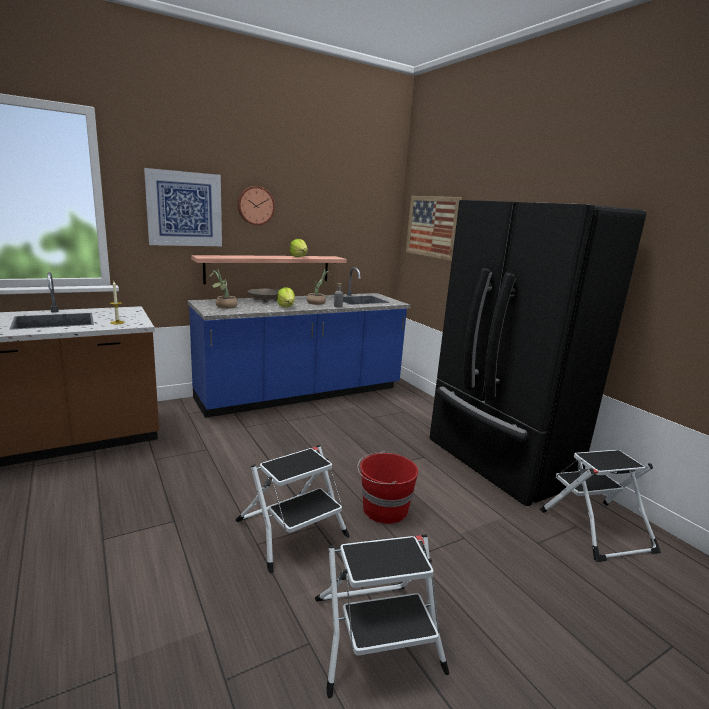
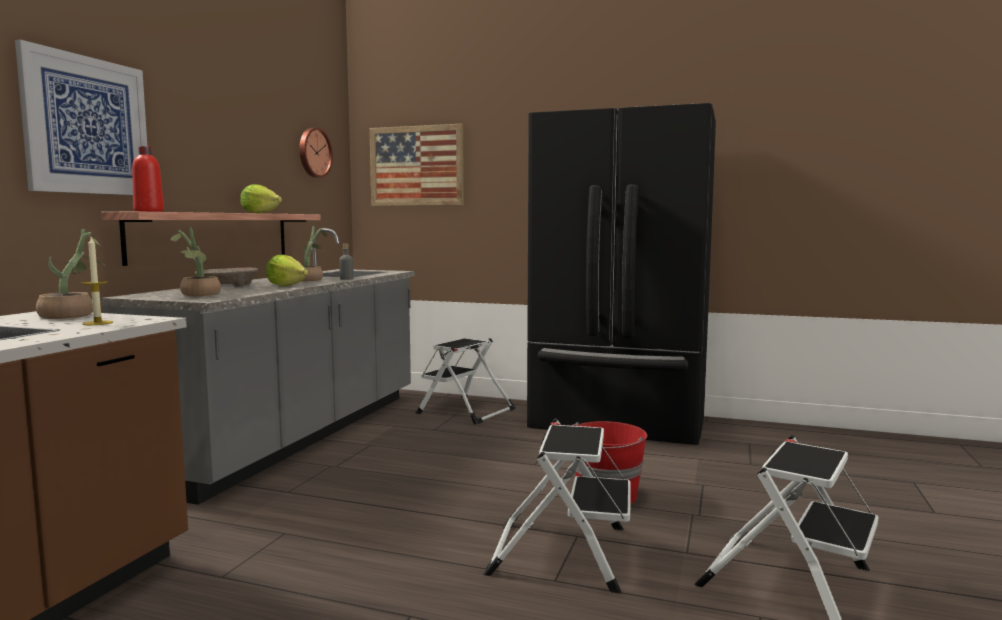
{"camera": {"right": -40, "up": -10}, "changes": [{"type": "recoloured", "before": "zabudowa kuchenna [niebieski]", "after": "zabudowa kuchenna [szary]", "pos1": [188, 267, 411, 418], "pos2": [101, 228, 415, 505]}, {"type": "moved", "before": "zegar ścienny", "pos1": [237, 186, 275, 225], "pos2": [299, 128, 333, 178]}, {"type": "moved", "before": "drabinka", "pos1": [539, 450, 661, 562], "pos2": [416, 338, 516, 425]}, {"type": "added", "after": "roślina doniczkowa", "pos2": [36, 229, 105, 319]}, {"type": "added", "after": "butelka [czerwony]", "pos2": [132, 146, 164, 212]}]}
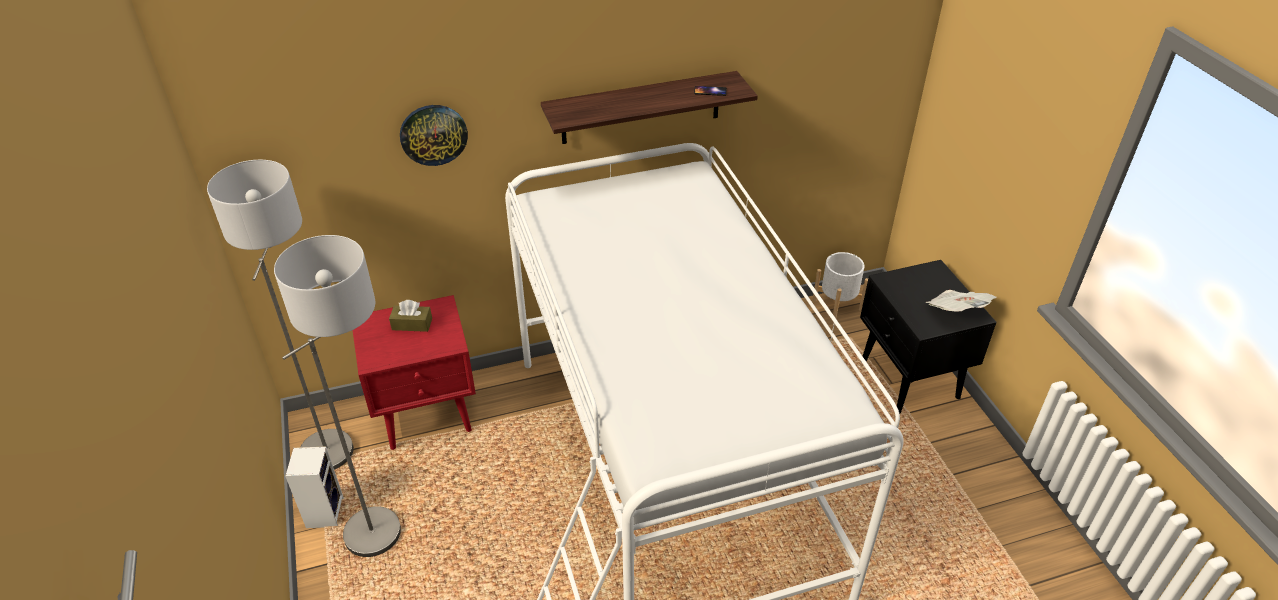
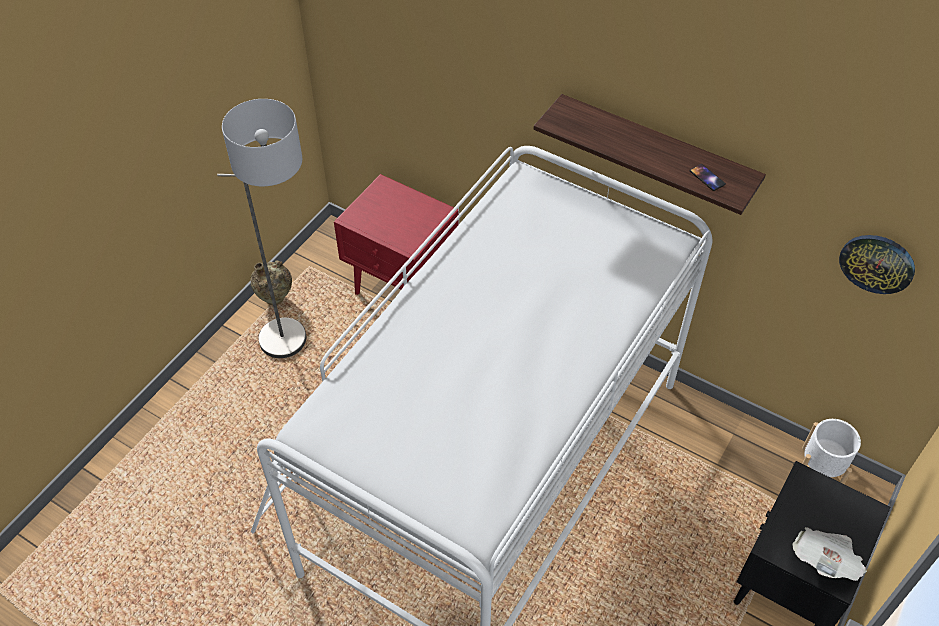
{"camera": {"right": 50, "up": 10}, "changes": [{"type": "removed", "before": "lampa stojąca [szary]", "pos1": [207, 160, 354, 470]}, {"type": "replaced", "before": "głośnik", "after": "wazon [beżowy]", "pos1": [285, 447, 344, 528], "pos2": [250, 260, 292, 305]}, {"type": "removed", "before": "pudełko chusteczek [brązowy]", "pos1": [389, 300, 432, 332]}, {"type": "moved", "before": "zegar ścienny", "pos1": [400, 105, 468, 166], "pos2": [839, 235, 915, 294]}]}
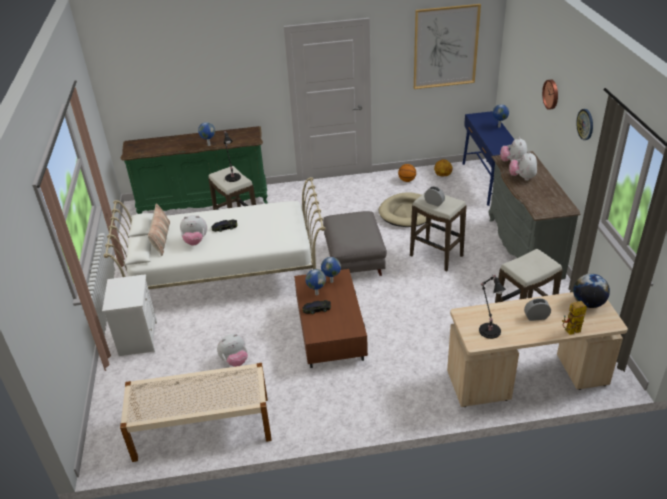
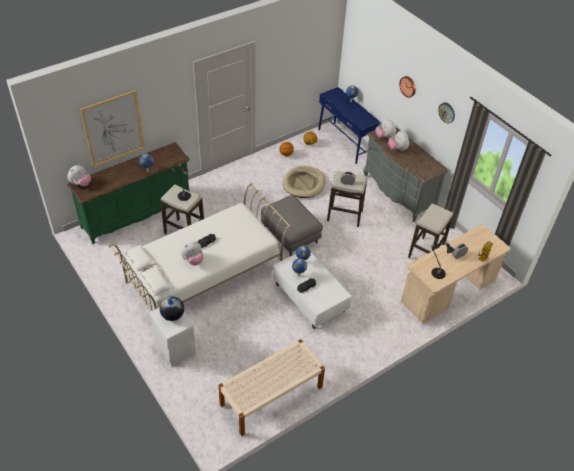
{"camera": {"right": -30, "up": 10}, "changes": [{"type": "removed", "before": "poduszka", "pos1": [148, 203, 170, 256]}, {"type": "moved", "before": "pluszak", "pos1": [217, 334, 248, 367], "pos2": [68, 164, 91, 187]}, {"type": "recoloured", "before": "ława [brązowy]", "after": "ława [biały]", "pos1": [294, 269, 368, 368], "pos2": [273, 253, 352, 329]}, {"type": "moved", "before": "obraz", "pos1": [414, 4, 481, 89], "pos2": [80, 90, 145, 167]}, {"type": "moved", "before": "globus", "pos1": [573, 274, 610, 308], "pos2": [160, 296, 184, 321]}]}
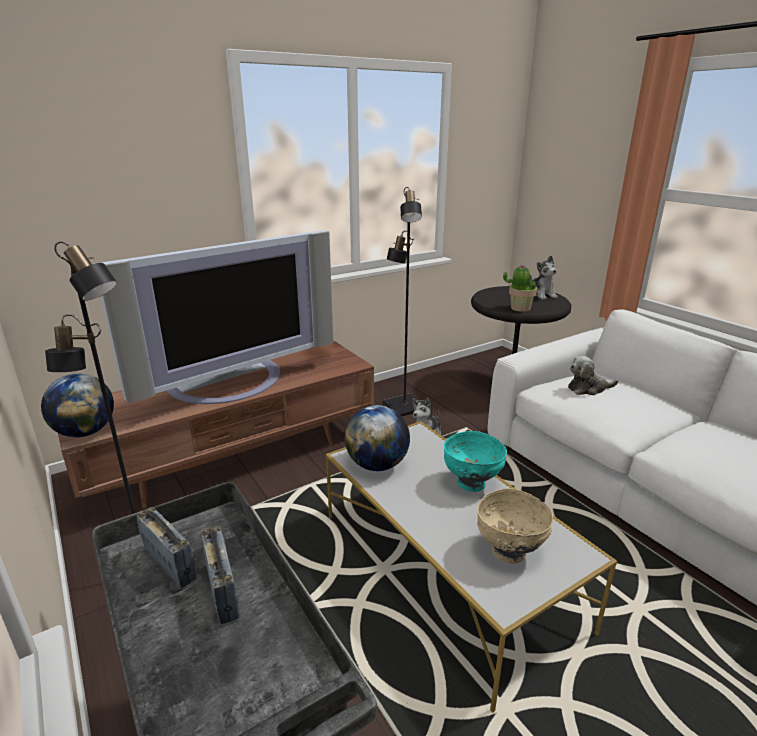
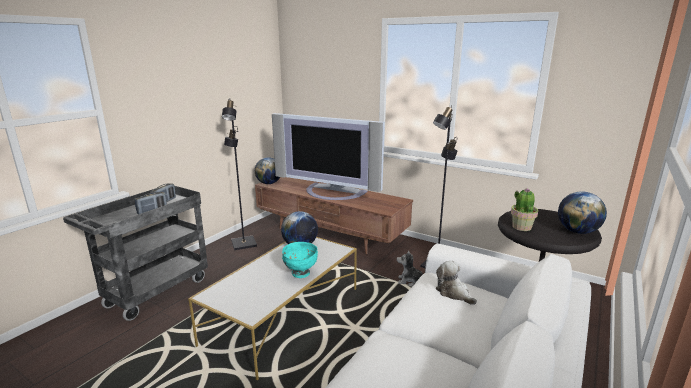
{"camera": {"right": 65, "up": -5}, "changes": [{"type": "removed", "before": "miska [beżowy]", "pos1": [477, 488, 553, 564]}, {"type": "replaced", "before": "pluszak", "after": "globus", "pos1": [530, 255, 558, 300], "pos2": [558, 192, 607, 234]}]}
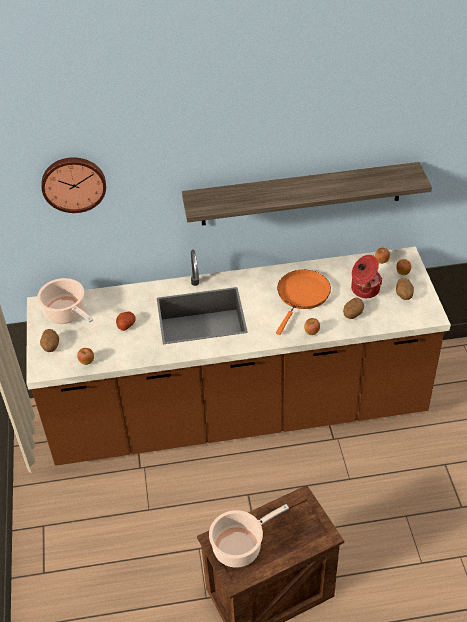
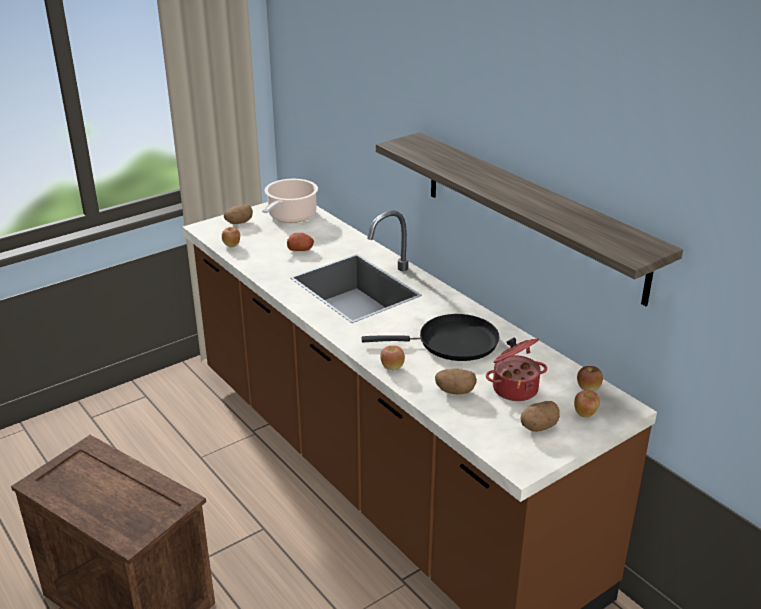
{"camera": {"right": 60, "up": -15}, "changes": [{"type": "removed", "before": "zegar ścienny", "pos1": [42, 157, 106, 213]}, {"type": "removed", "before": "garnek", "pos1": [209, 504, 289, 568]}, {"type": "recoloured", "before": "patelnia [pomarańczowy]", "after": "patelnia [czarny]", "pos1": [276, 270, 331, 335], "pos2": [362, 314, 499, 361]}]}
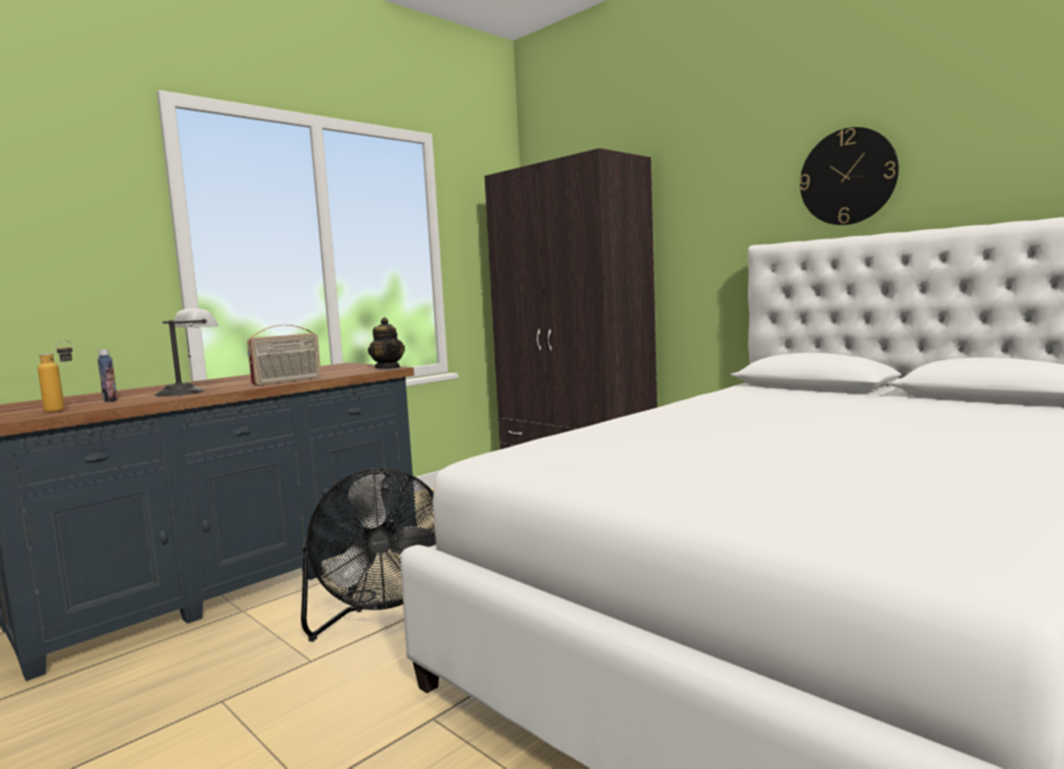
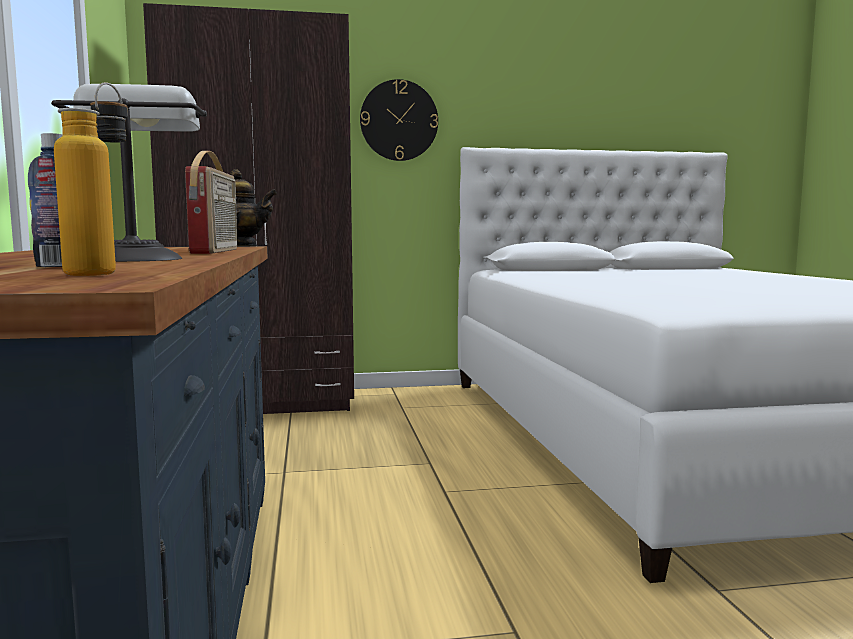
{"camera": {"right": -55, "up": 0}, "changes": [{"type": "removed", "before": "wentylator [czarny]", "pos1": [301, 468, 436, 642]}, {"type": "moved", "before": "zegar ścienny", "pos1": [799, 127, 899, 225], "pos2": [360, 79, 438, 161]}]}
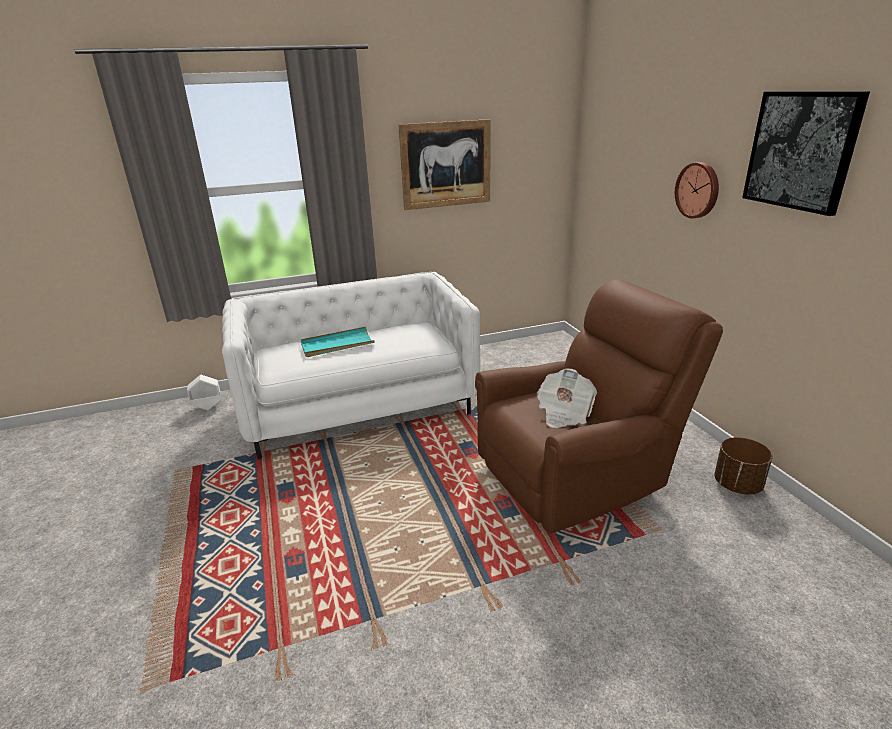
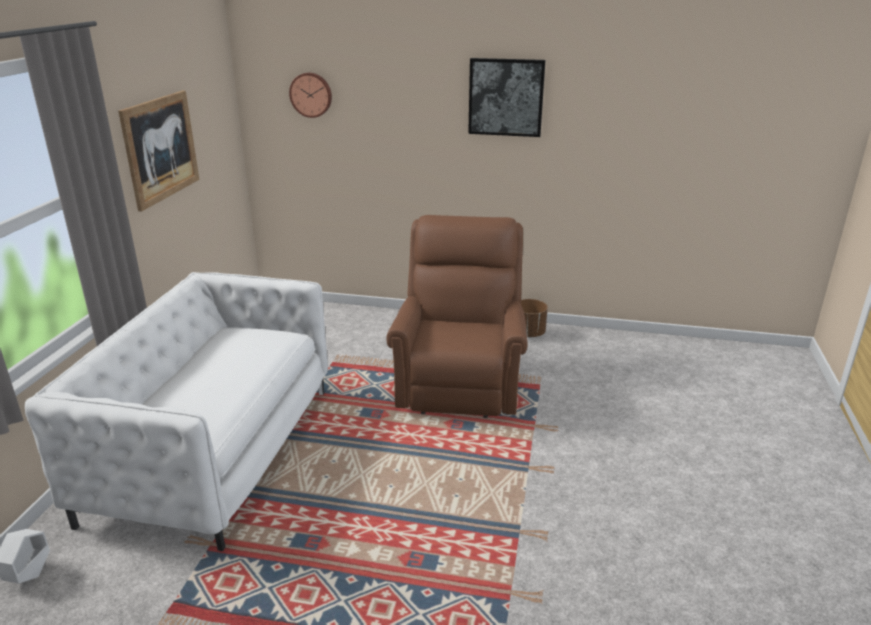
{"camera": {"right": -60, "up": 0}, "changes": [{"type": "removed", "before": "taca [turkusowy]", "pos1": [300, 327, 375, 357]}, {"type": "removed", "before": "gazeta", "pos1": [537, 368, 597, 428]}, {"type": "moved", "before": "zegar ścienny", "pos1": [675, 162, 719, 218], "pos2": [289, 73, 332, 118]}]}
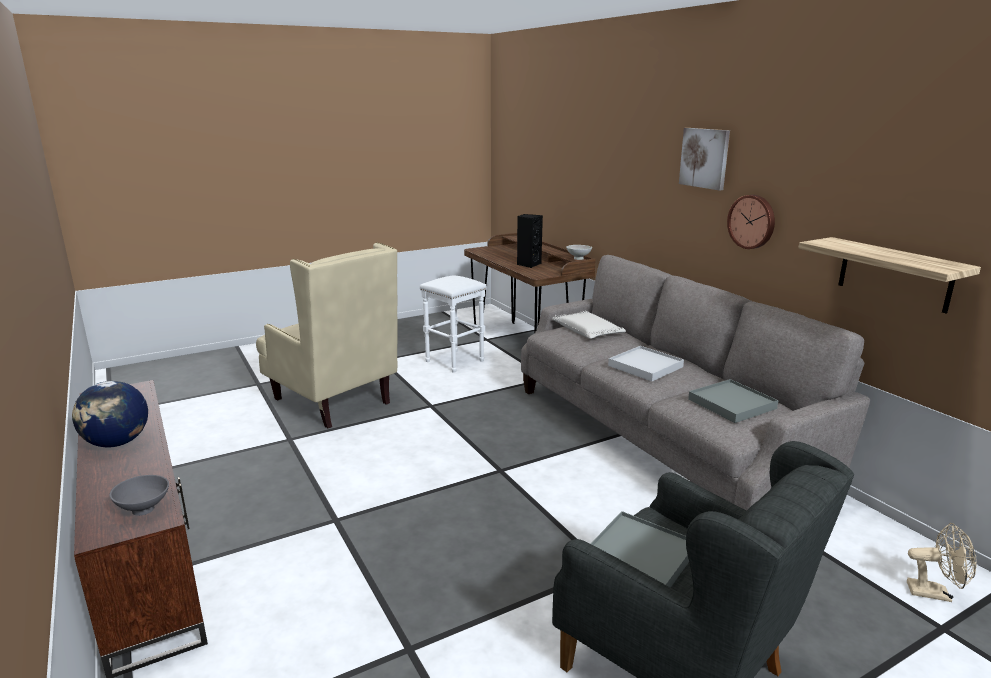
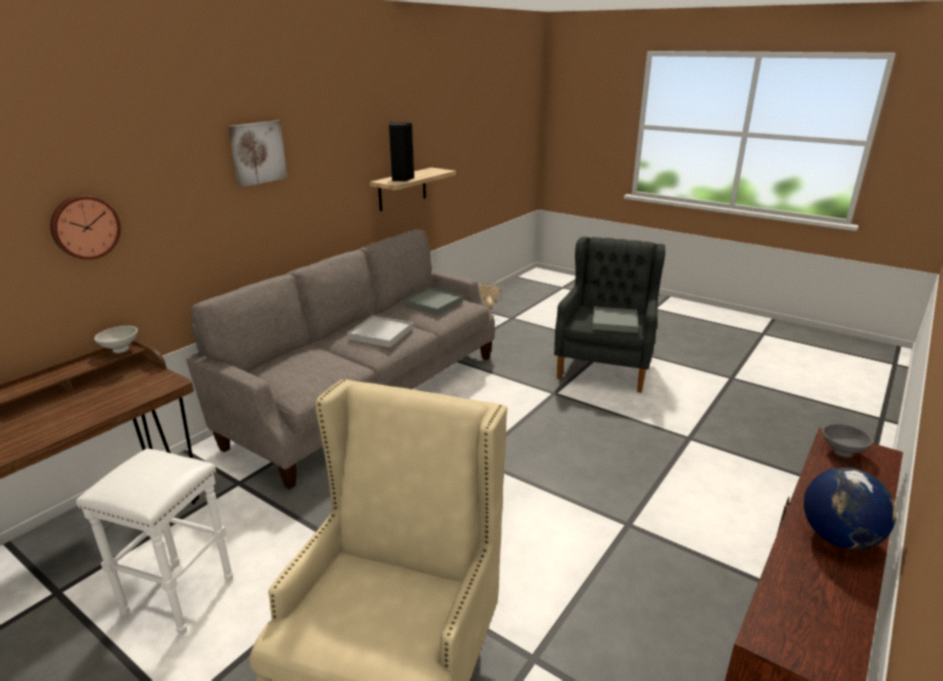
{"camera": {"right": -115, "up": 5}, "changes": [{"type": "moved", "before": "głośnik [czarny]", "pos1": [517, 214, 543, 268], "pos2": [389, 122, 414, 182]}, {"type": "removed", "before": "poduszka [biały]", "pos1": [552, 310, 626, 339]}, {"type": "moved", "before": "zegar ścienny", "pos1": [727, 195, 775, 249], "pos2": [50, 195, 121, 260]}]}
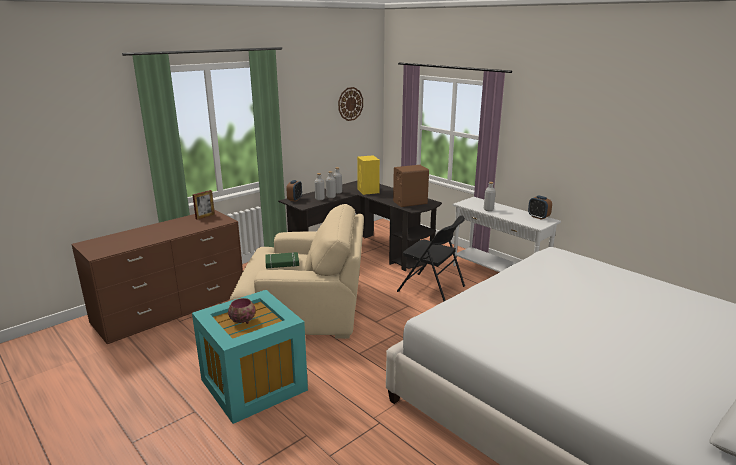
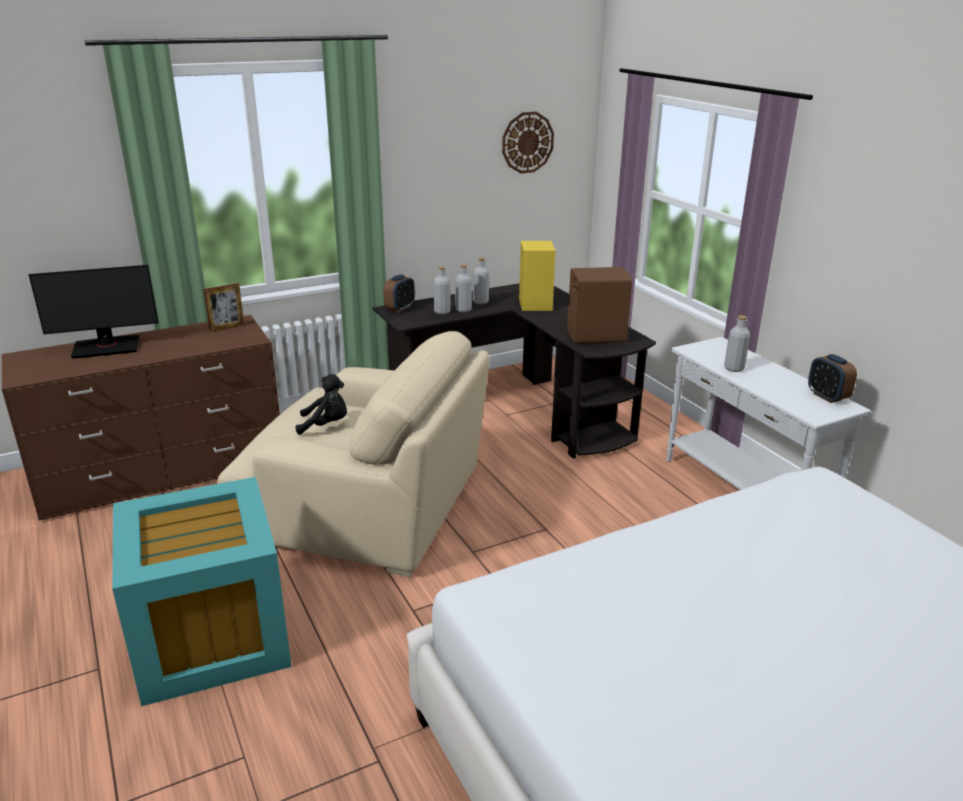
{"camera": {"right": 15, "up": 5}, "changes": [{"type": "removed", "before": "miska", "pos1": [228, 298, 256, 324]}, {"type": "replaced", "before": "książka [zielony]", "after": "pluszak [czarny]", "pos1": [265, 252, 299, 269], "pos2": [295, 374, 347, 435]}, {"type": "removed", "before": "krzesło [czarny]", "pos1": [397, 215, 465, 302]}, {"type": "added", "after": "monitor", "pos2": [29, 265, 159, 359]}]}
